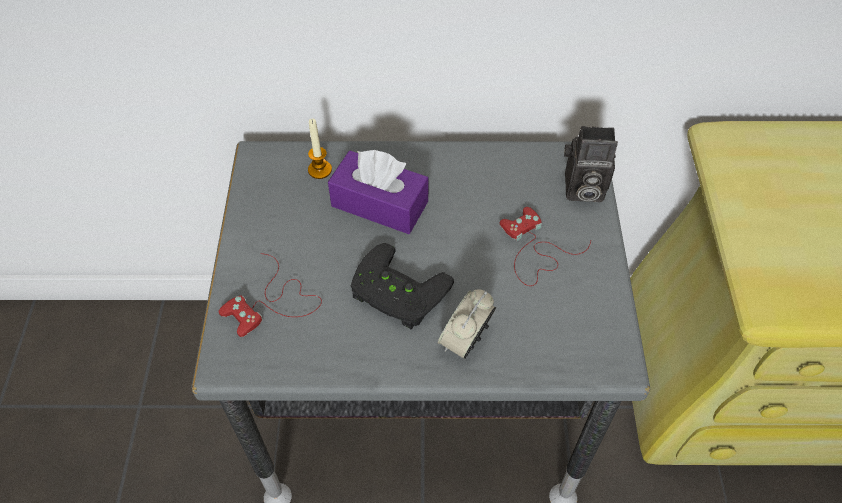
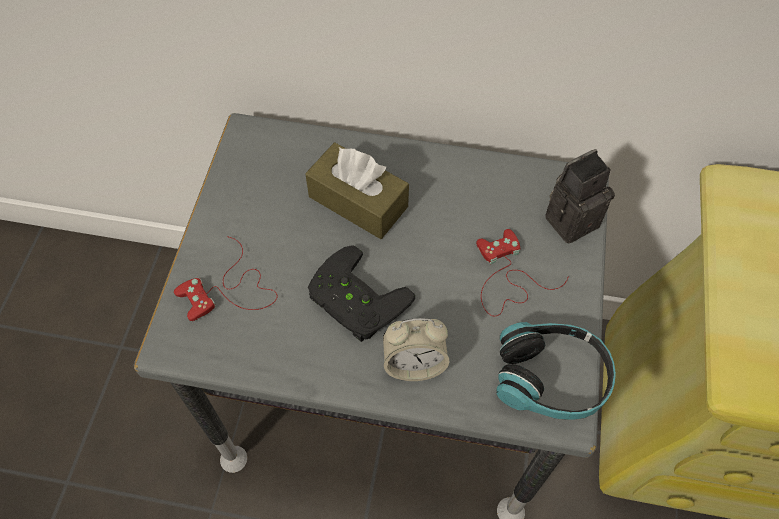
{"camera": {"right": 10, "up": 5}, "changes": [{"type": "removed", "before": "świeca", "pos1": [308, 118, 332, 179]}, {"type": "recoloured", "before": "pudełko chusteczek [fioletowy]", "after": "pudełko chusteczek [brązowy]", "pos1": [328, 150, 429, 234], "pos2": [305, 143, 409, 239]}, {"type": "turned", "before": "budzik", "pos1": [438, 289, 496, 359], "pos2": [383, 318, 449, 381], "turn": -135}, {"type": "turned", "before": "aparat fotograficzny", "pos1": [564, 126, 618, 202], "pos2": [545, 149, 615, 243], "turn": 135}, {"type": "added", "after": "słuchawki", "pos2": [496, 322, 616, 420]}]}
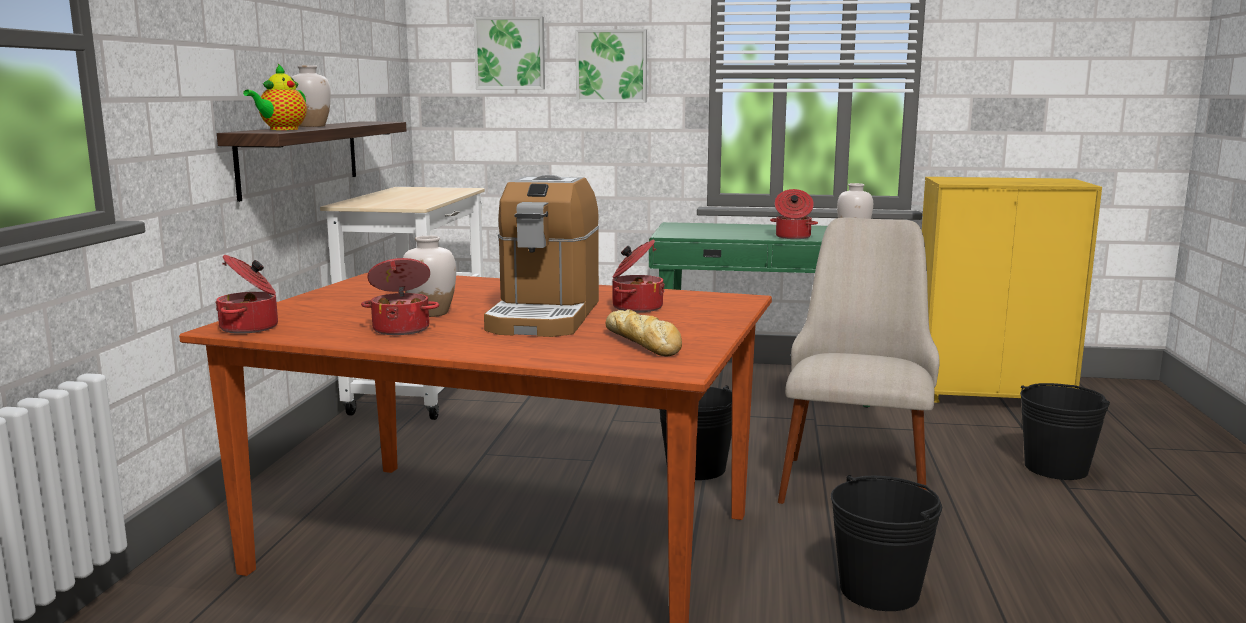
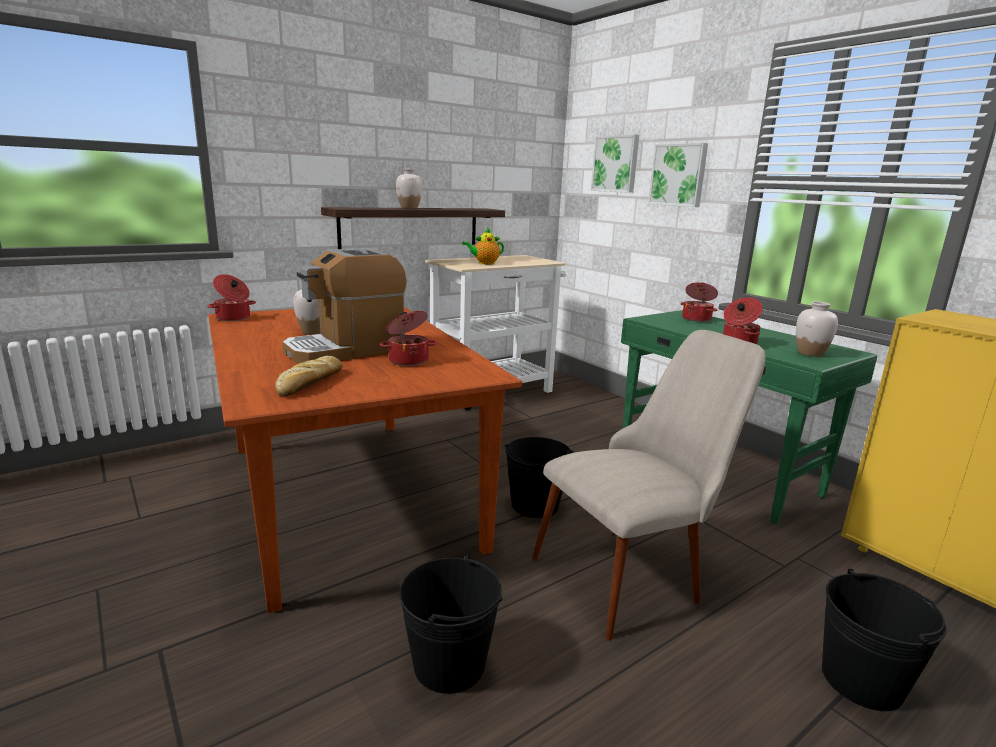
{"camera": {"right": 45, "up": 5}, "changes": [{"type": "moved", "before": "imbryk", "pos1": [243, 64, 307, 130], "pos2": [462, 227, 504, 264]}, {"type": "moved", "before": "garnek", "pos1": [361, 258, 439, 335], "pos2": [680, 282, 718, 322]}]}
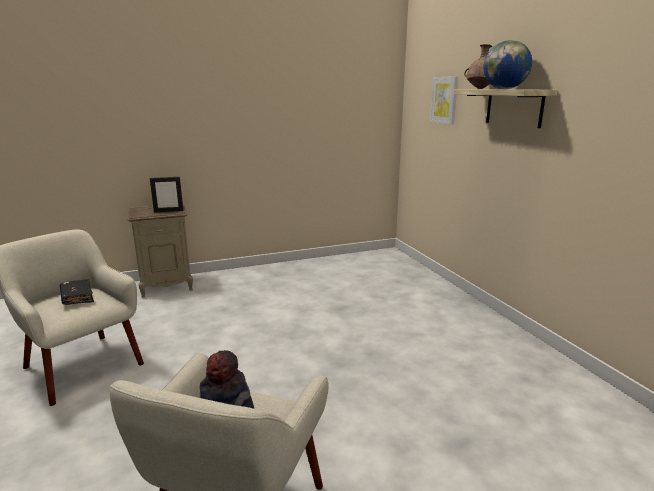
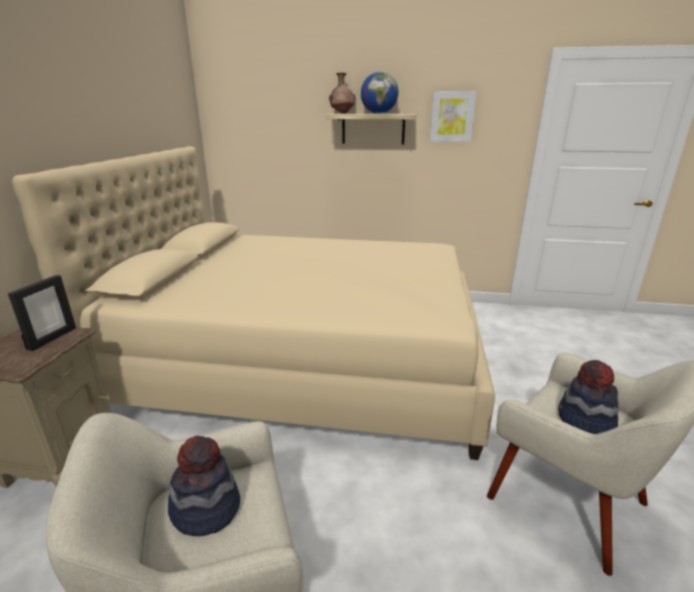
{"camera": {"right": -60, "up": 5}, "changes": [{"type": "replaced", "before": "książka [czarny]", "after": "kapelusz", "pos1": [60, 279, 94, 305], "pos2": [168, 436, 240, 536]}, {"type": "moved", "before": "obraz", "pos1": [430, 76, 458, 125], "pos2": [430, 91, 476, 142]}, {"type": "added", "after": "łóżko [beżowy]", "pos2": [12, 146, 495, 460]}]}
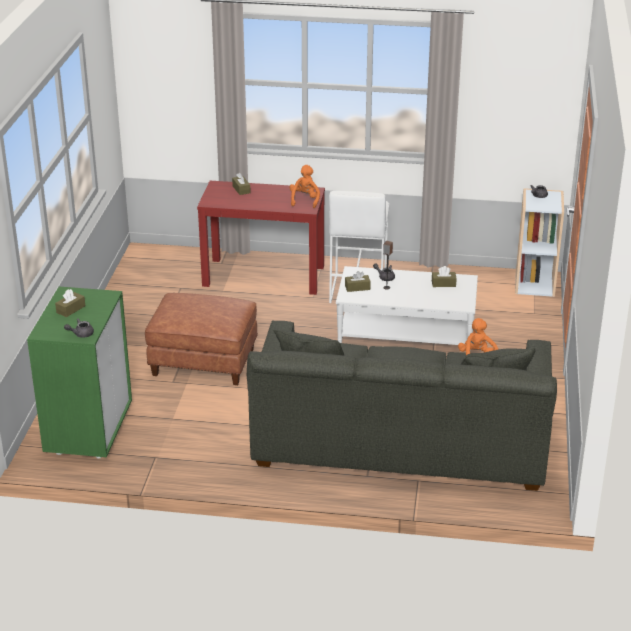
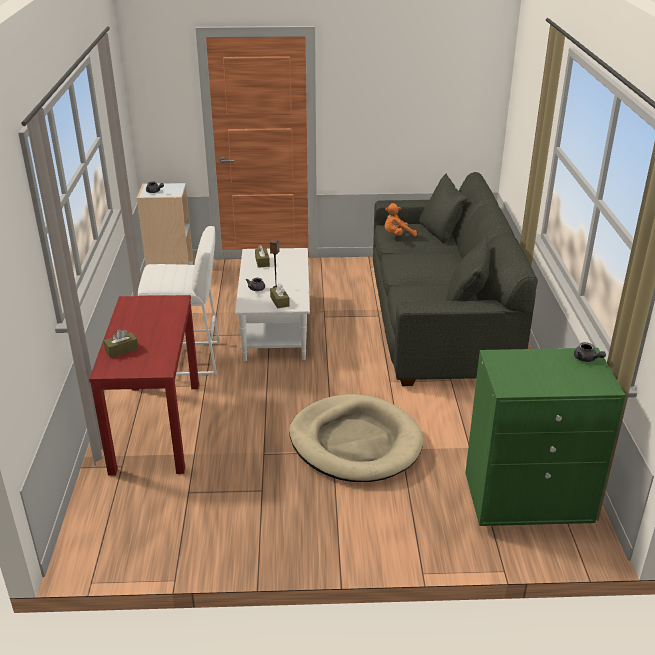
{"camera": {"right": -100, "up": 0}, "changes": [{"type": "removed", "before": "pudełko chusteczek [brązowy]", "pos1": [55, 289, 85, 317]}, {"type": "replaced", "before": "pufa [brązowy]", "after": "legowisko [beżowy]", "pos1": [145, 293, 258, 385], "pos2": [289, 394, 424, 482]}, {"type": "removed", "before": "pluszak [pomarańczowy]", "pos1": [289, 165, 320, 208]}]}
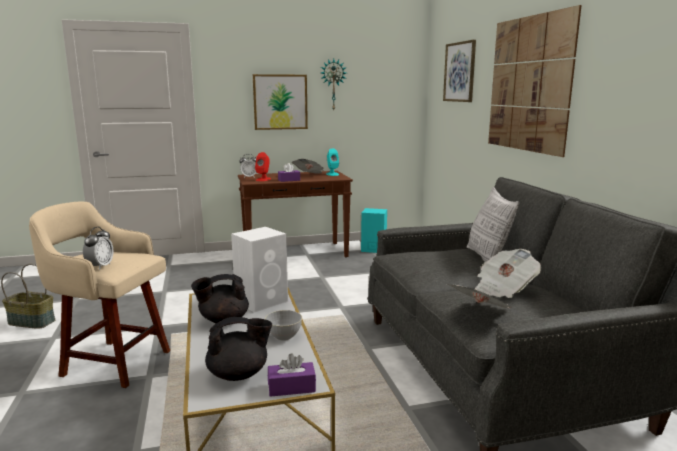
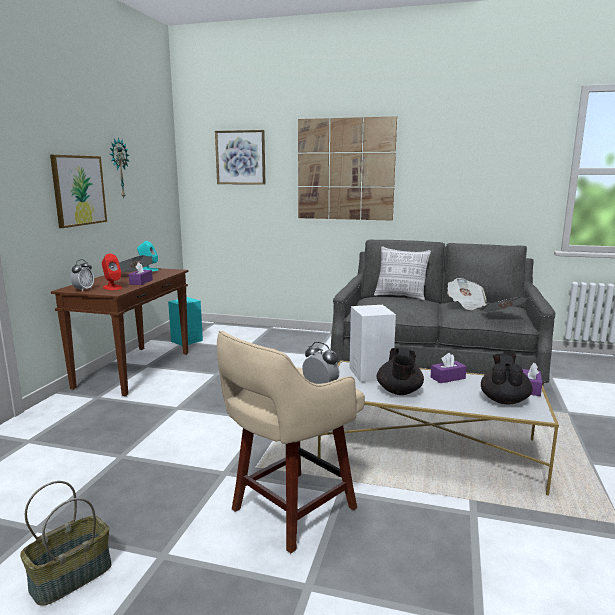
{"camera": {"right": -60, "up": 0}, "changes": [{"type": "replaced", "before": "miska [szary]", "after": "pudełko chusteczek [fioletowy]", "pos1": [265, 310, 302, 341], "pos2": [431, 353, 467, 383]}]}
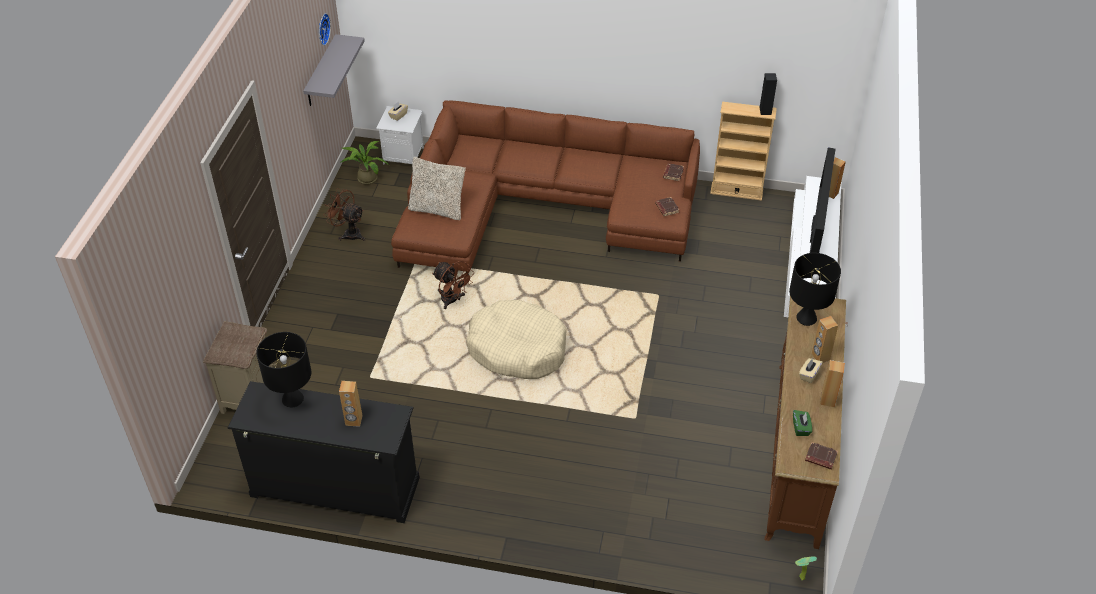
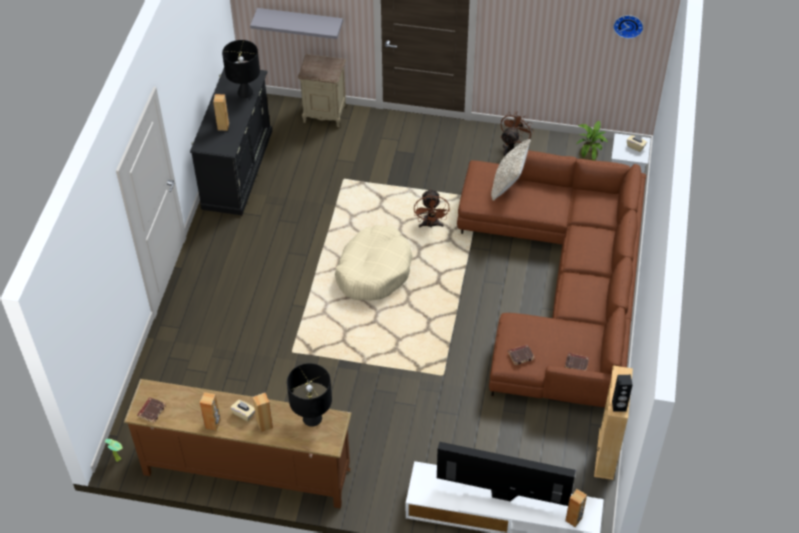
{"camera": {"right": 90, "up": 5}, "changes": [{"type": "moved", "before": "półka [szary]", "pos1": [303, 34, 365, 106], "pos2": [250, 8, 343, 39]}, {"type": "turned", "before": "wentylator [brązowy]", "pos1": [432, 261, 474, 309], "pos2": [414, 188, 450, 227], "turn": -45}, {"type": "removed", "before": "pudełko chusteczek [zielony]", "pos1": [793, 410, 812, 436]}]}
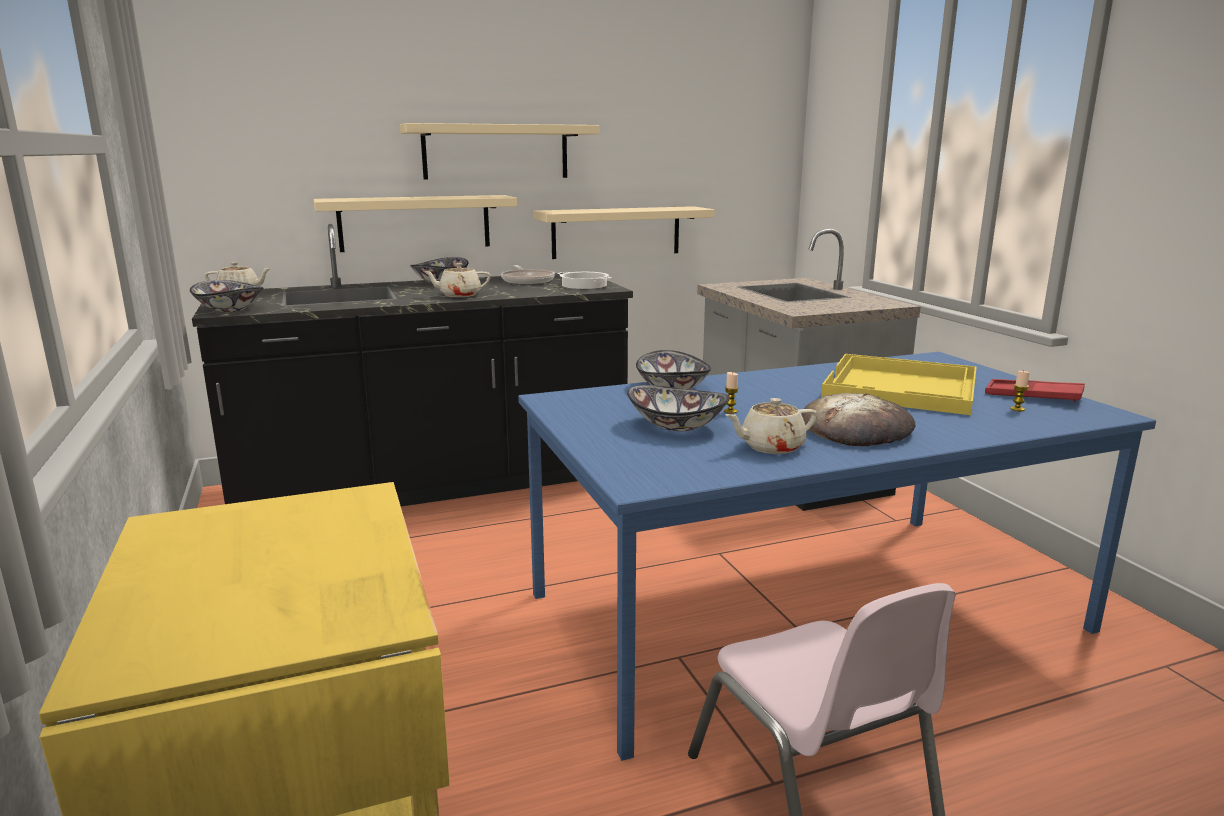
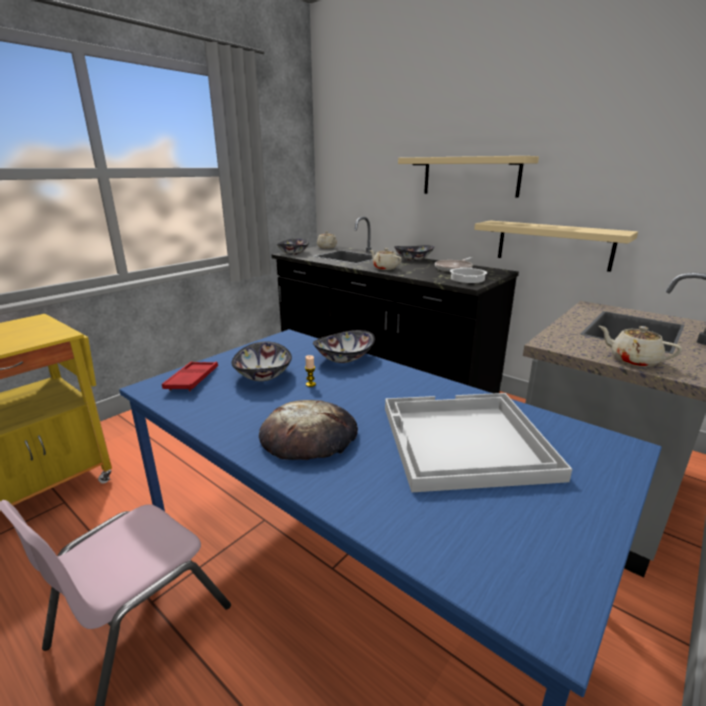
{"camera": {"right": 60, "up": 5}, "changes": [{"type": "removed", "before": "półka [beżowy]", "pos1": [313, 195, 517, 252]}, {"type": "moved", "before": "imbryk [beżowy]", "pos1": [726, 398, 817, 454], "pos2": [599, 326, 682, 367]}, {"type": "recoloured", "before": "taca [żółty]", "after": "taca [biały]", "pos1": [821, 354, 977, 415], "pos2": [385, 393, 572, 492]}, {"type": "moved", "before": "taca [czerwony]", "pos1": [985, 379, 1085, 402], "pos2": [162, 361, 218, 391]}, {"type": "removed", "before": "świeca", "pos1": [1010, 371, 1029, 411]}]}
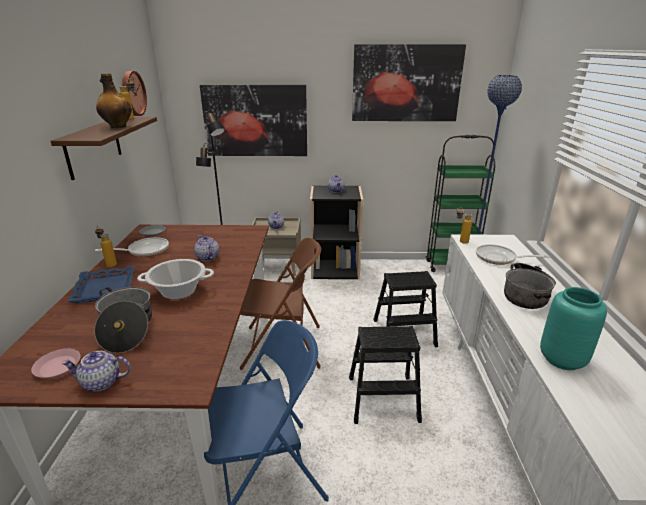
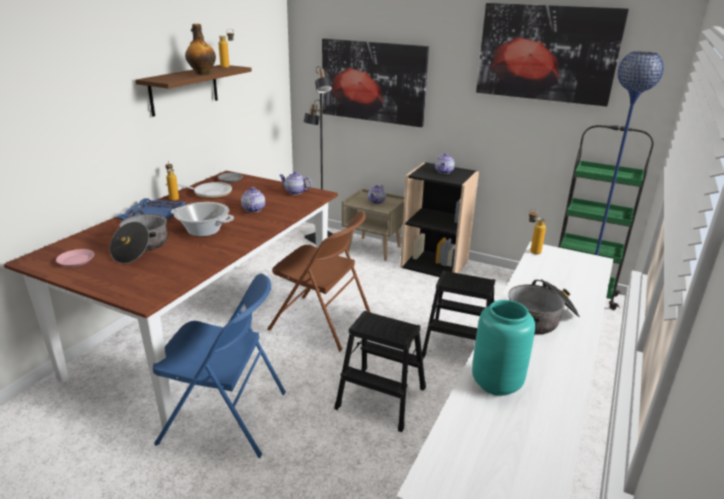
{"camera": {"right": 25, "up": 0}, "changes": [{"type": "moved", "before": "imbryk", "pos1": [62, 351, 131, 392], "pos2": [279, 172, 312, 195]}, {"type": "removed", "before": "zegar ścienny", "pos1": [122, 71, 147, 116]}, {"type": "removed", "before": "patelnia", "pos1": [476, 244, 550, 265]}]}
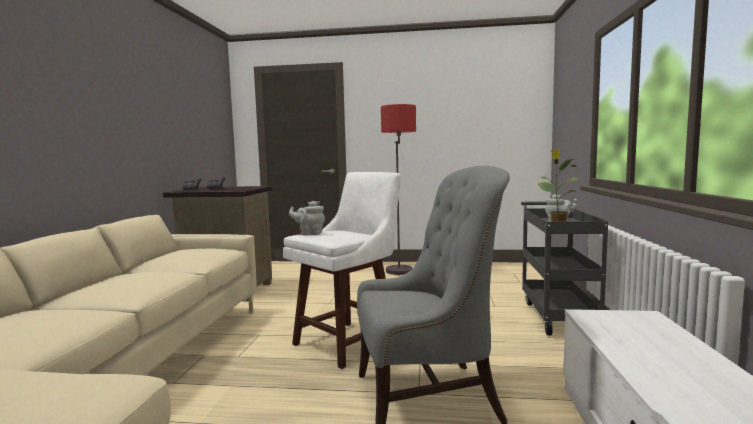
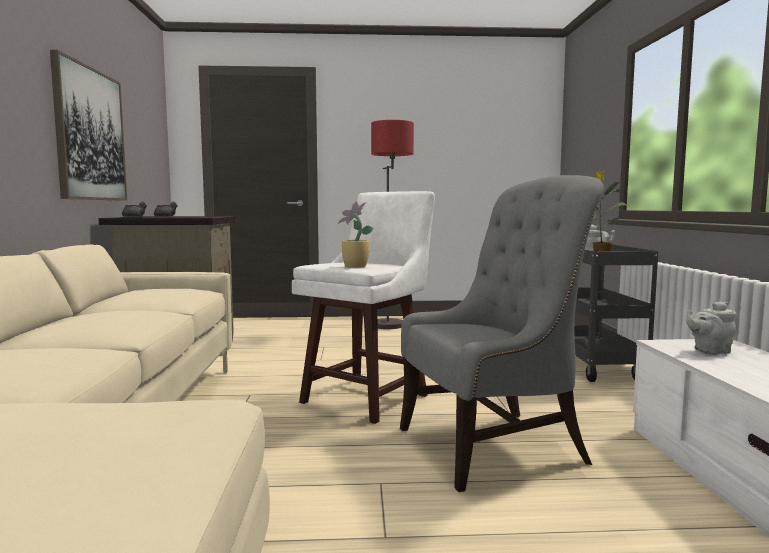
{"camera": {"right": -10, "up": 0}, "changes": [{"type": "moved", "before": "imbryk [szary]", "pos1": [289, 201, 325, 235], "pos2": [686, 301, 736, 355]}, {"type": "added", "after": "obraz", "pos2": [50, 50, 127, 201]}, {"type": "added", "after": "roślina doniczkowa", "pos2": [338, 201, 374, 268]}]}
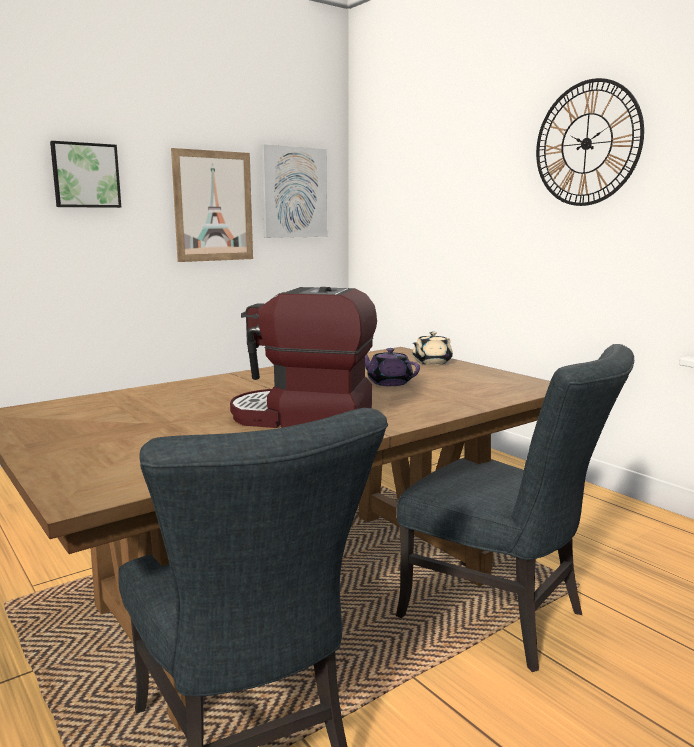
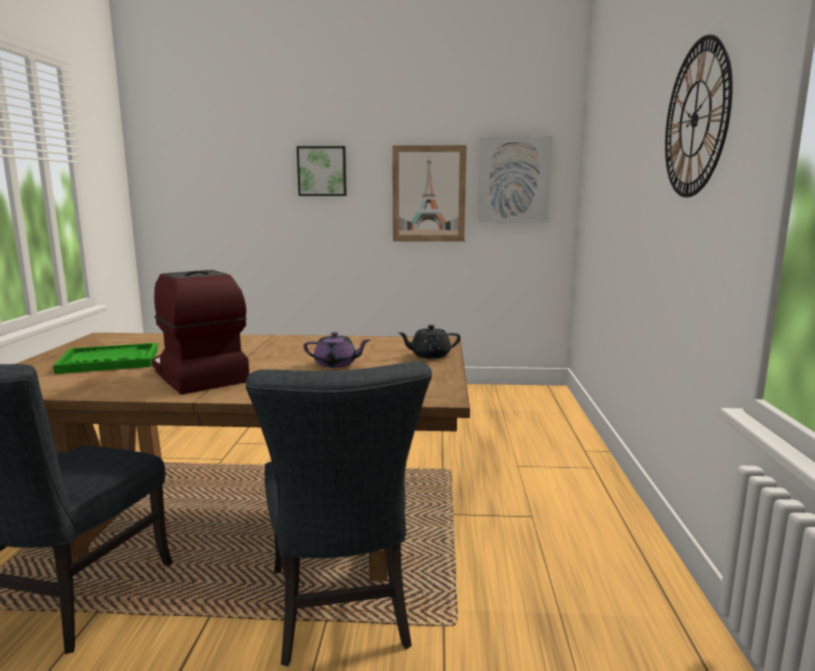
{"camera": {"right": 40, "up": 0}, "changes": [{"type": "turned", "before": "imbryk [fioletowy]", "pos1": [365, 348, 420, 386], "pos2": [304, 332, 370, 368], "turn": 105}, {"type": "recoloured", "before": "imbryk [beżowy]", "after": "imbryk [czarny]", "pos1": [412, 332, 453, 365], "pos2": [398, 325, 460, 359]}, {"type": "added", "after": "taca [zielony]", "pos2": [53, 343, 158, 374]}]}
